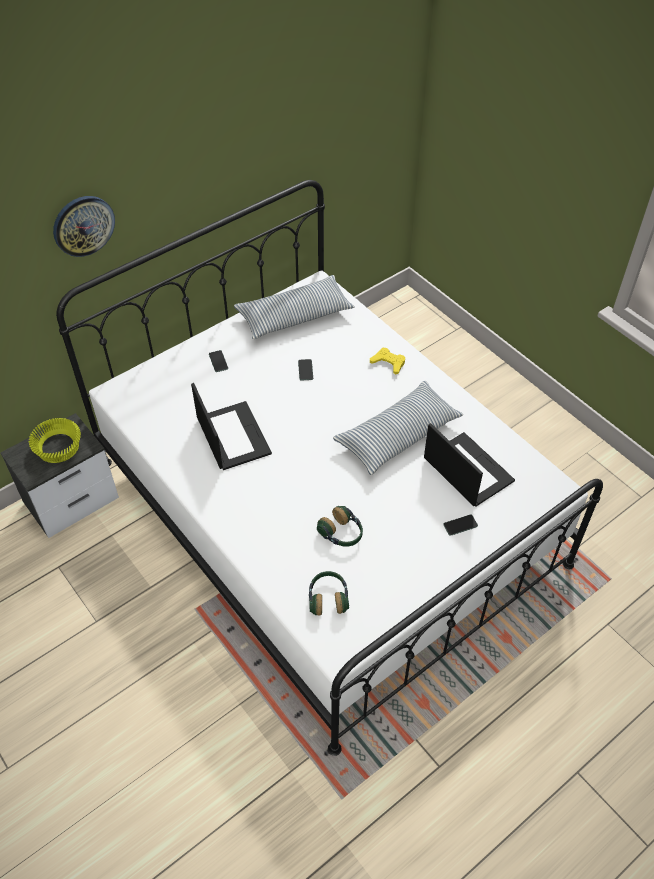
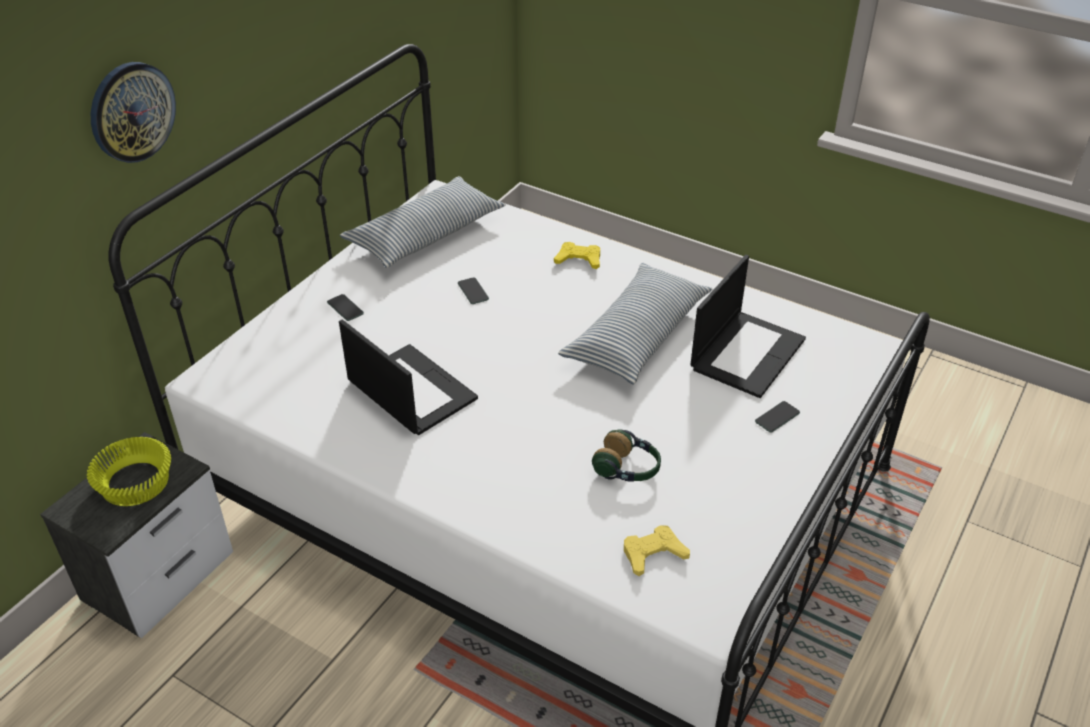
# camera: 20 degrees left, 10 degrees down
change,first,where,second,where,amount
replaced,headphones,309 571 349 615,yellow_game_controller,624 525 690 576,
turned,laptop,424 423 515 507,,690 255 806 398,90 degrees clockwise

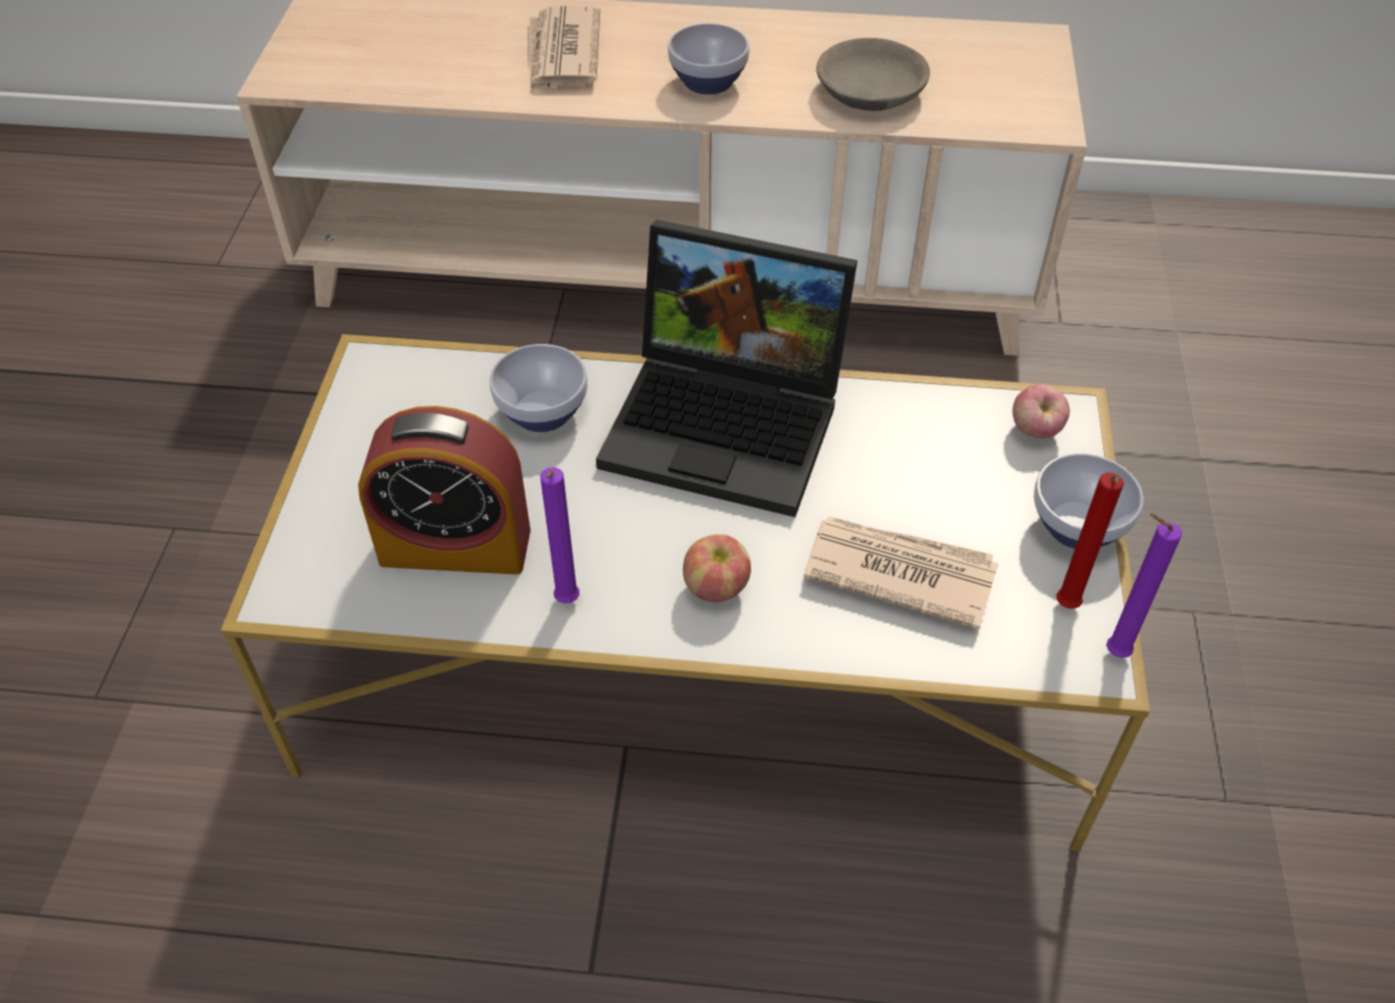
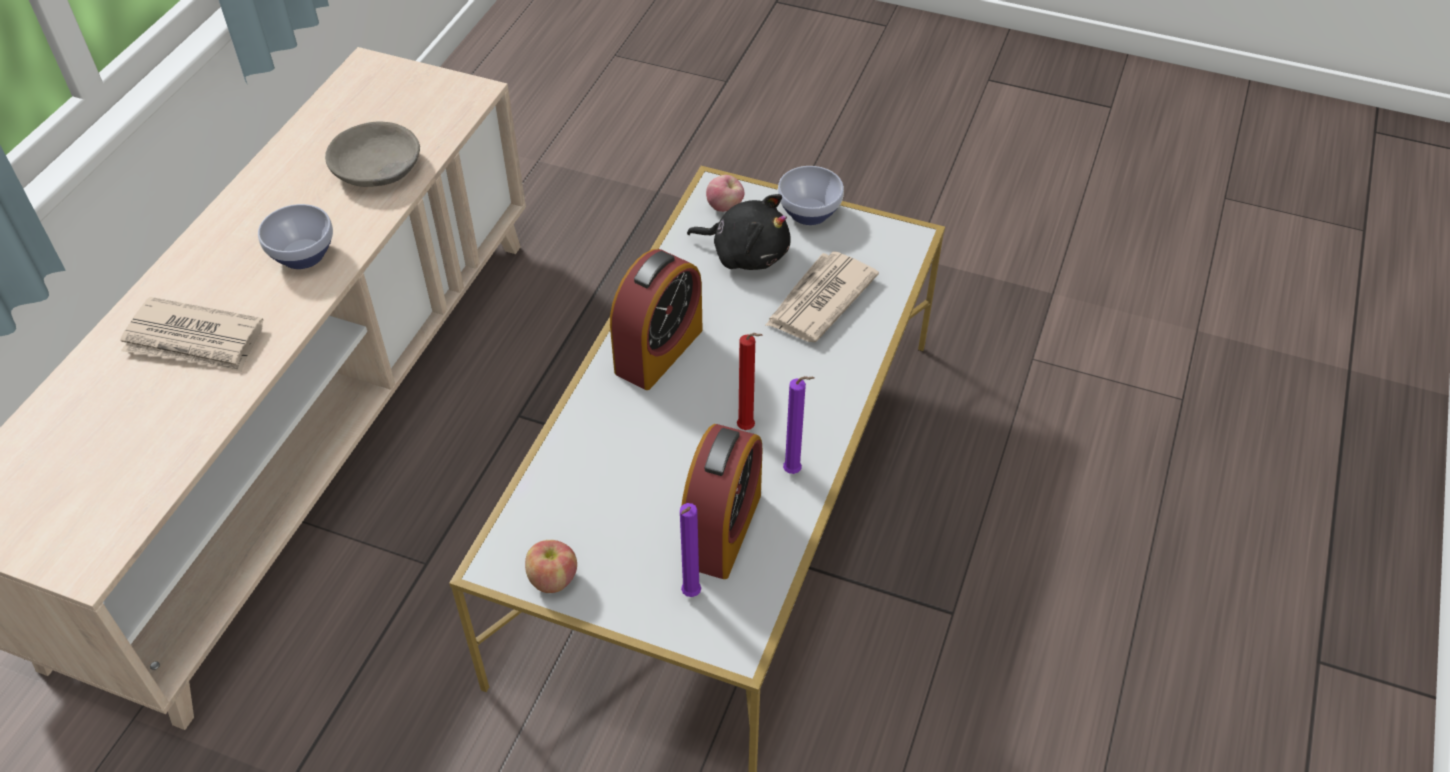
# camera: 75 degrees left, 0 degrees up
change,first,where,second,where,amount
moved,apple,683 534 751 602,,525 540 577 593,
replaced,laptop,596 220 858 517,alarm_clock,610 249 702 390,
moved,purple_candle,1106 513 1182 658,,680 503 701 597,
added,,,black_plush_toy,687 194 791 270,
moved,red_candle,1056 473 1124 609,,737 333 762 430,
removed,bowl,490 344 588 432,,,

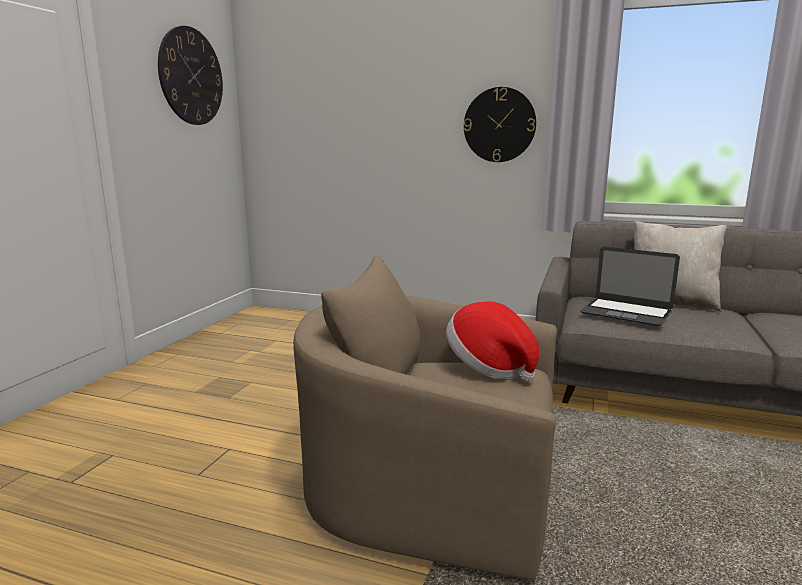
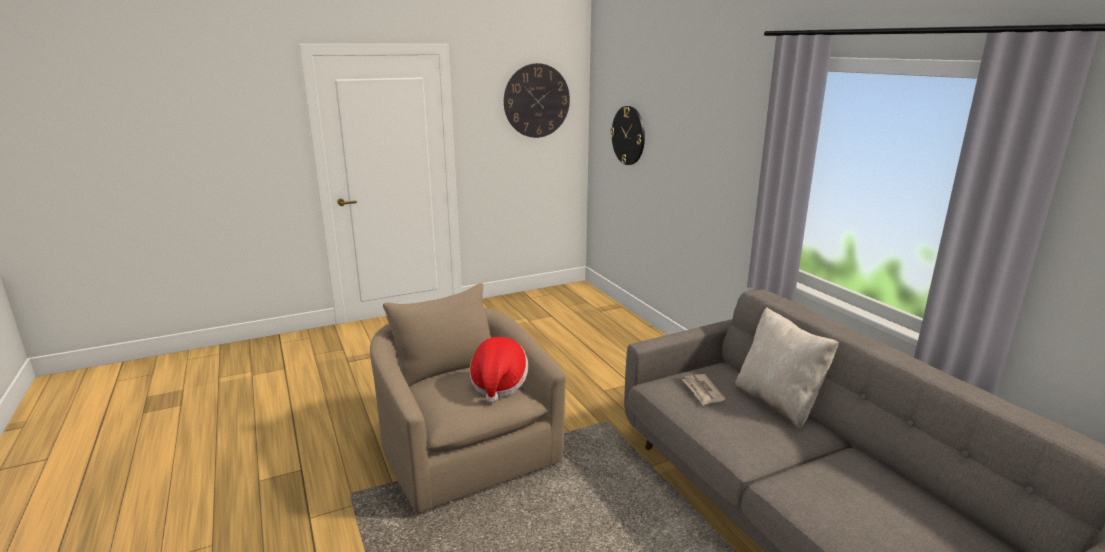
# camera: 45 degrees right, 5 degrees up
change,first,where,second,where,amount
moved,wall_clock,464 87 536 162,,610 106 645 165,
replaced,laptop,580 247 680 326,newspaper,682 374 725 406,

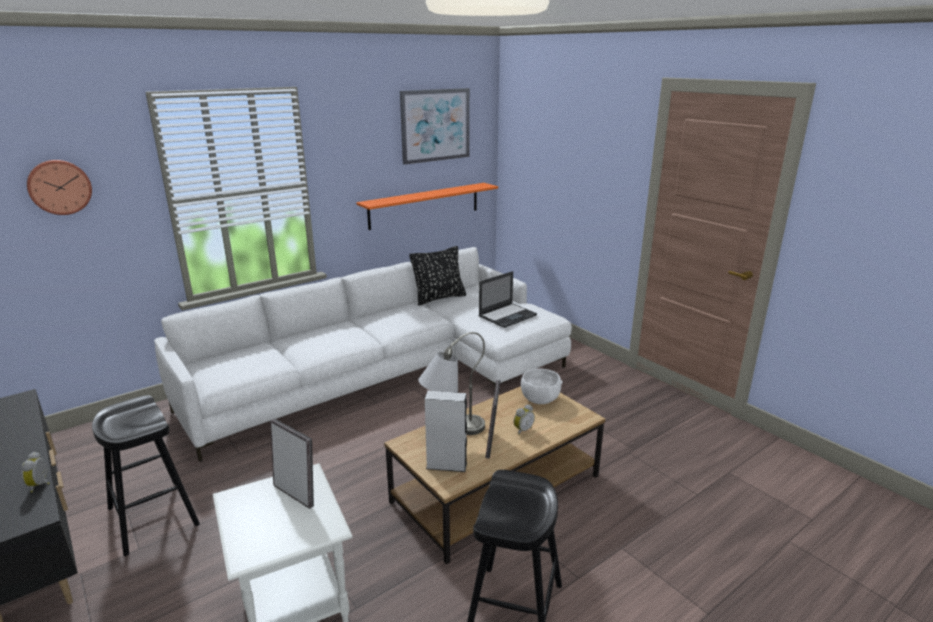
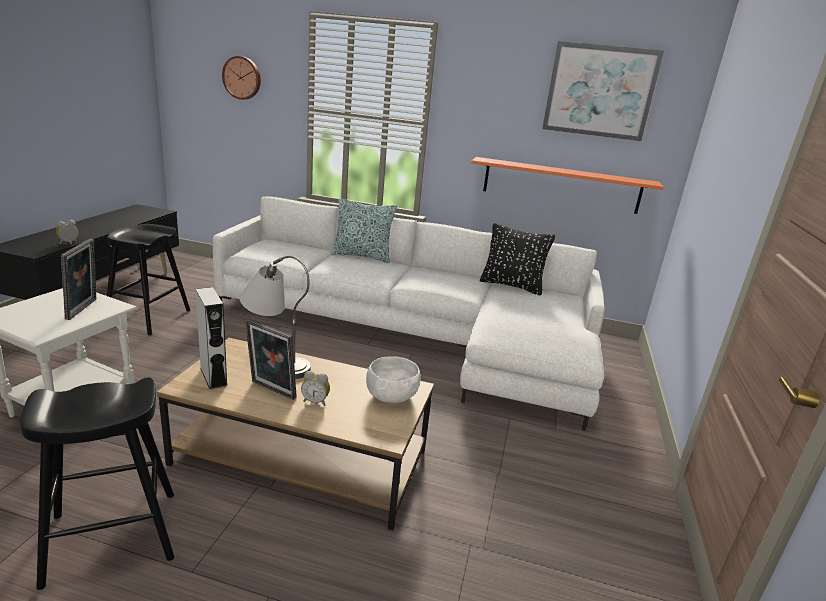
# camera: 50 degrees right, 0 degrees up
change,first,where,second,where,amount
turned,picture_frame,485 380 500 459,,245 319 297 400,60 degrees clockwise
added,,,pillow,331 199 397 263,
removed,laptop,478 271 537 328,,,

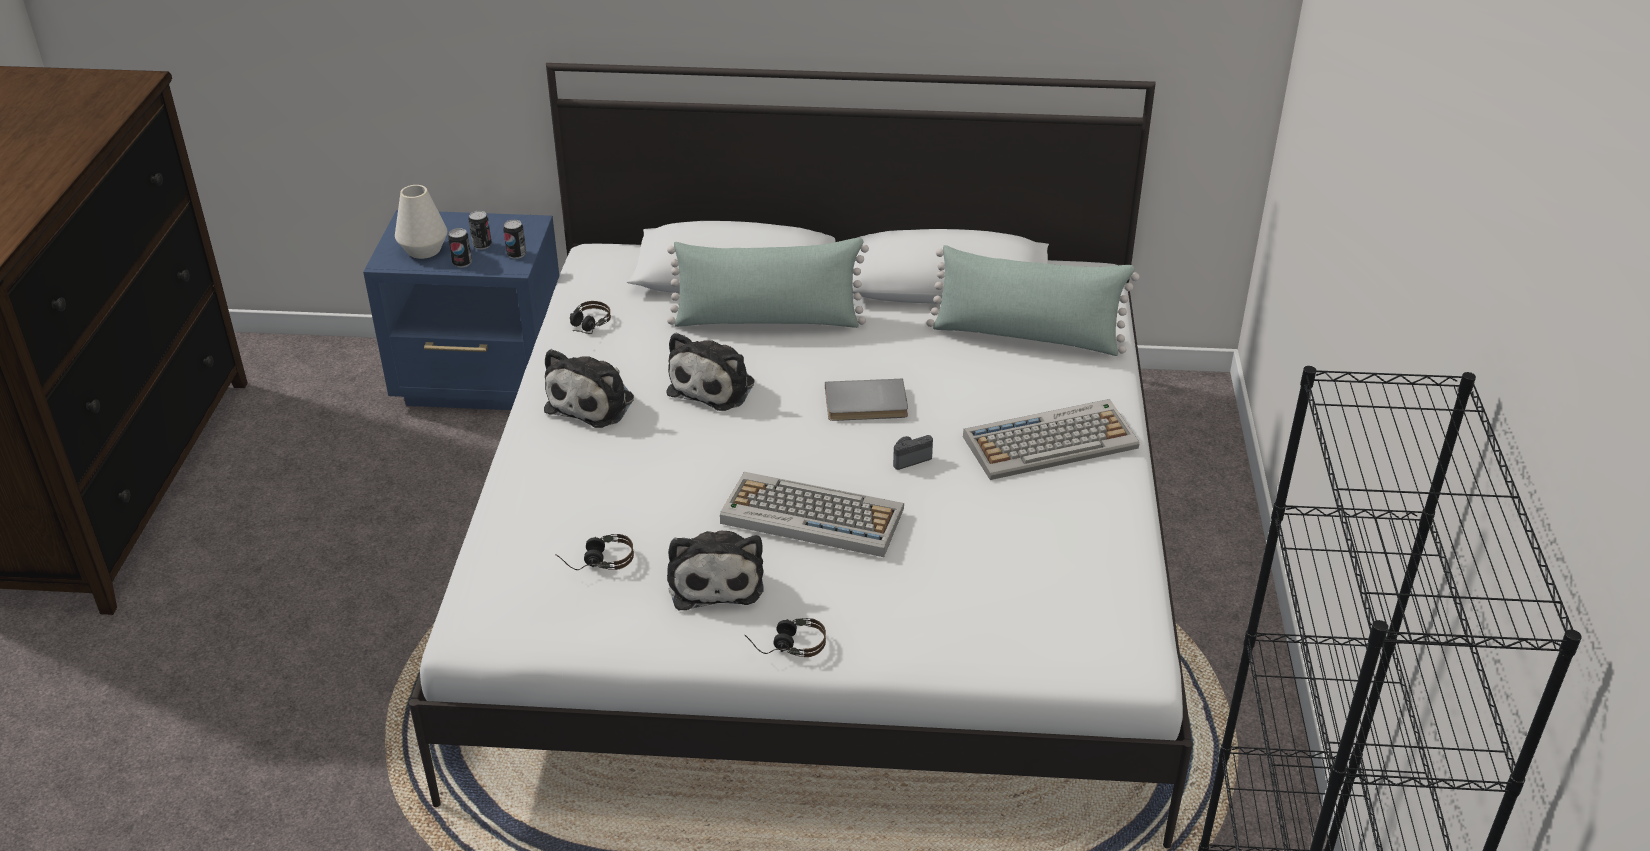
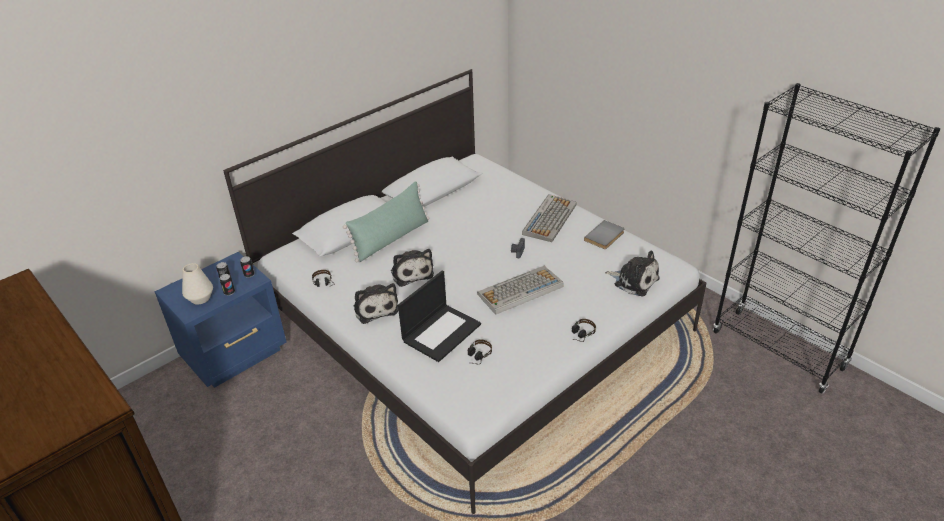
# camera: 45 degrees left, 0 degrees up
change,first,where,second,where,amount
added,,,laptop,398 271 481 362,
moved,grey_book,825 379 908 421,,584 220 625 249,
moved,plush_toy,667 530 764 610,,605 251 660 296,
removed,green_pillow,926 245 1140 356,,,

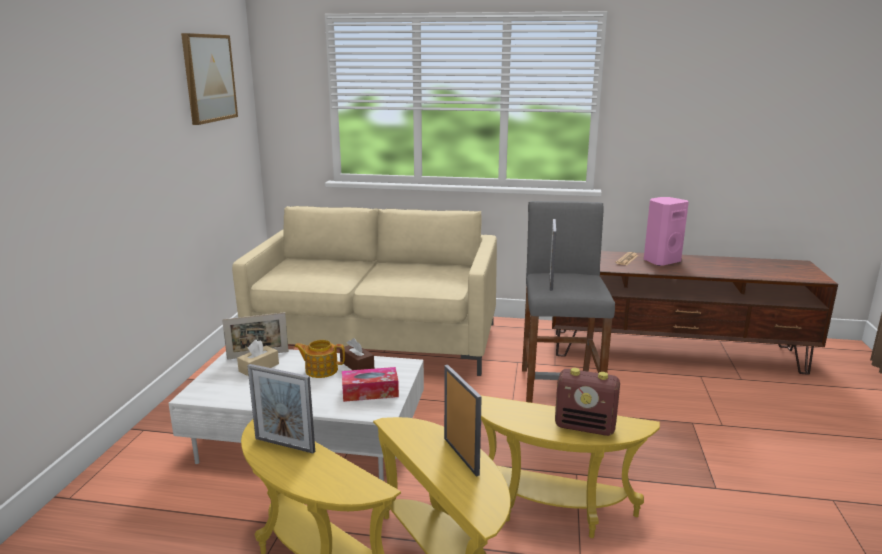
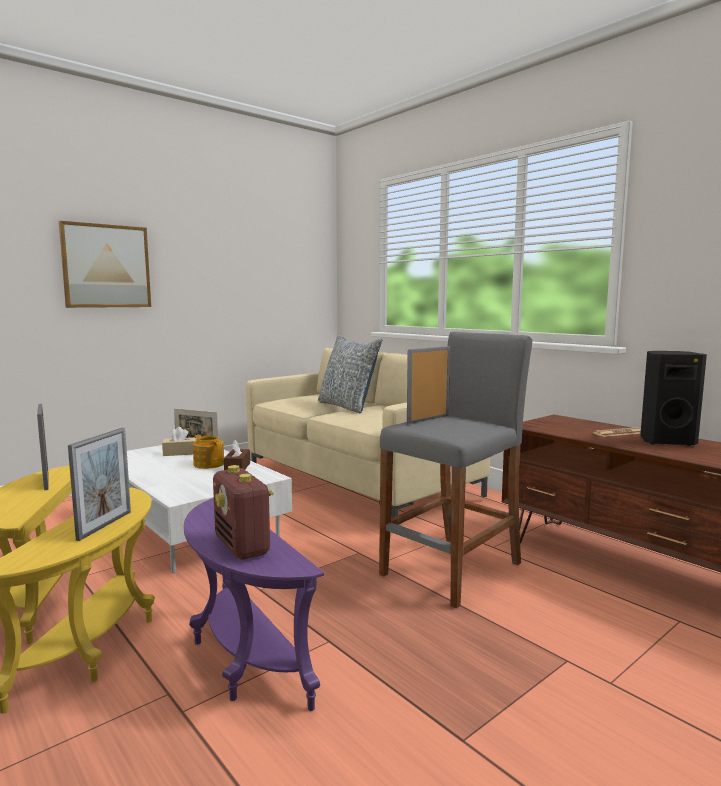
# camera: 40 degrees right, 10 degrees down
change,first,where,second,where,amount
moved,picture,181 33 238 125,,59 221 151 308,
recoloured,yellow_side_table,481 395 660 538,purple_side_table,184 498 324 711,
added,,,pillow,318 335 382 413,
recoloured,pink_speaker,644 197 689 266,black_speaker,640 351 707 446,
removed,tissue_box,342 367 399 402,,,

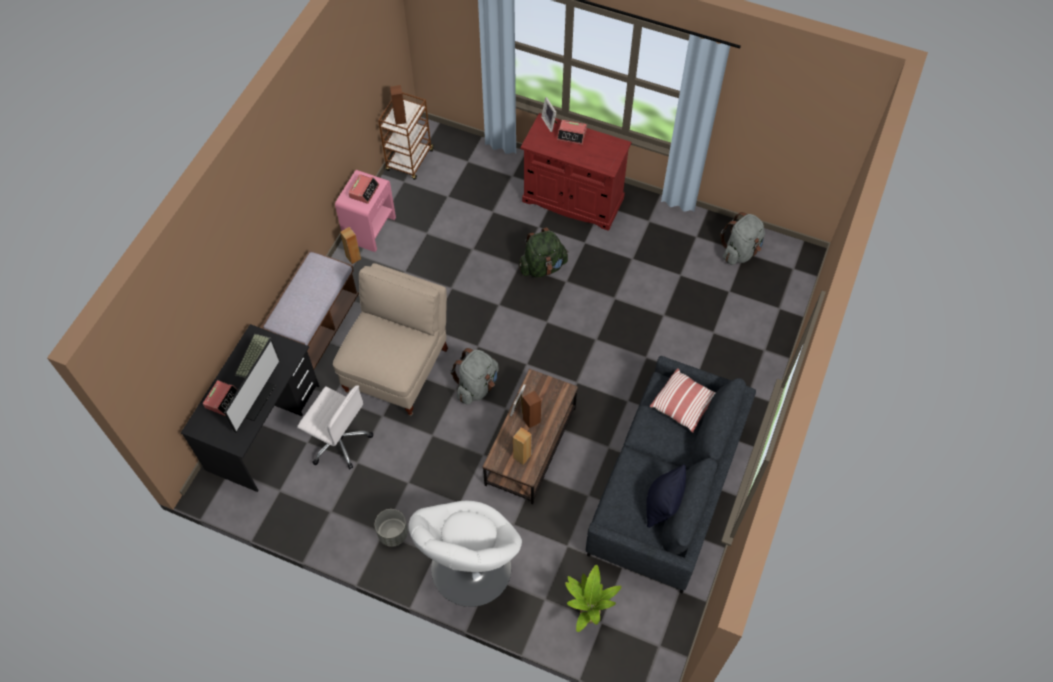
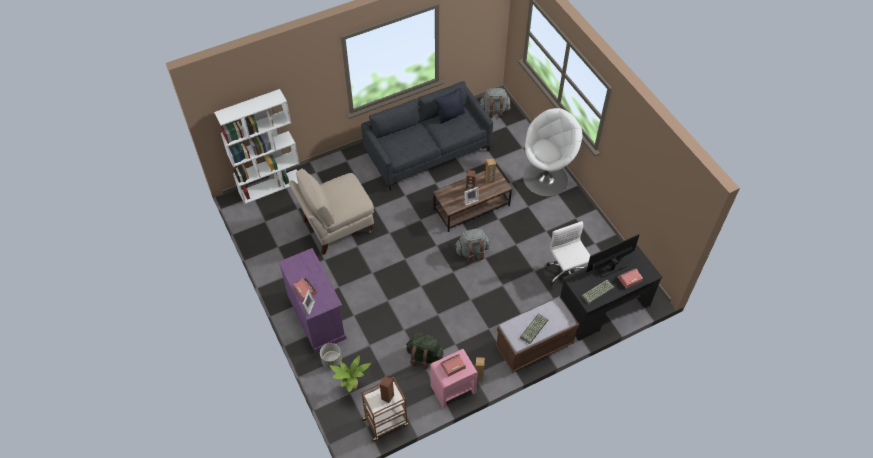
# camera: 140 degrees left, 5 degrees down
change,first,where,second,where,amount
added,,,white_bookcase,214 89 300 204,
recoloured,red_cabinet,521 113 632 231,purple_cabinet,279 248 347 353,
moved,beige_chair,333 263 448 416,,289 168 374 255,
moved,grey_planter,375 509 408 547,,320 343 342 369,
moved,potted_plant,565 565 622 632,,329 355 371 392,
moved,green_backpack,519 227 568 278,,406 333 443 369,
moved,grey_backpack,720 212 765 265,,480 88 511 118,
added,,,keyboard,520 313 549 344,
removed,pillow,650 368 715 433,,,

